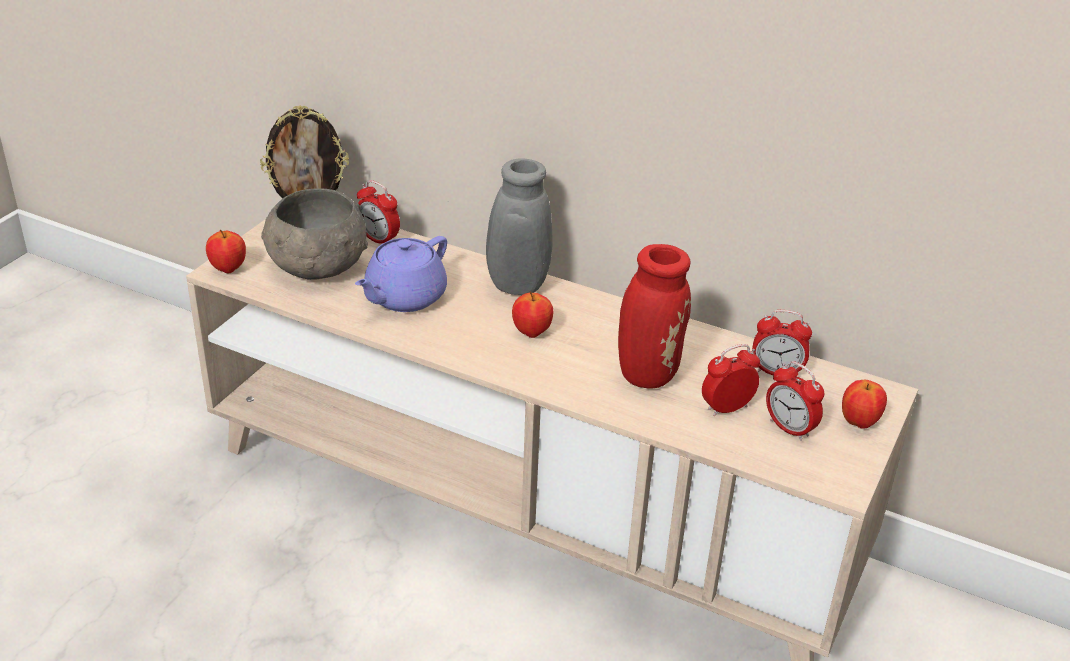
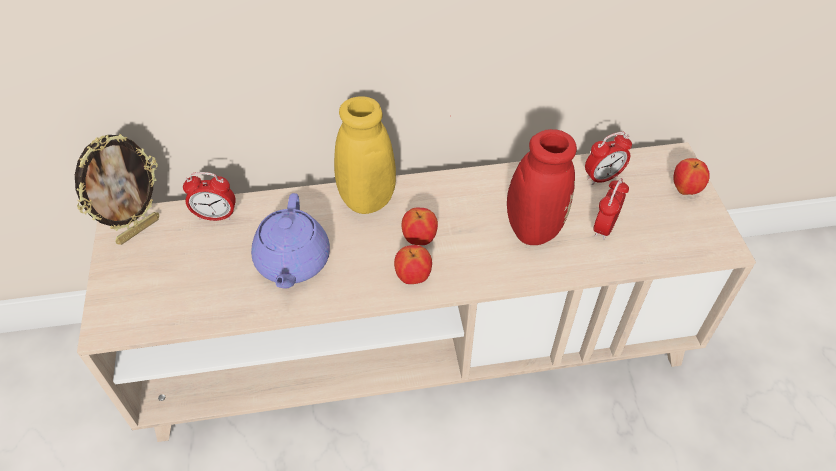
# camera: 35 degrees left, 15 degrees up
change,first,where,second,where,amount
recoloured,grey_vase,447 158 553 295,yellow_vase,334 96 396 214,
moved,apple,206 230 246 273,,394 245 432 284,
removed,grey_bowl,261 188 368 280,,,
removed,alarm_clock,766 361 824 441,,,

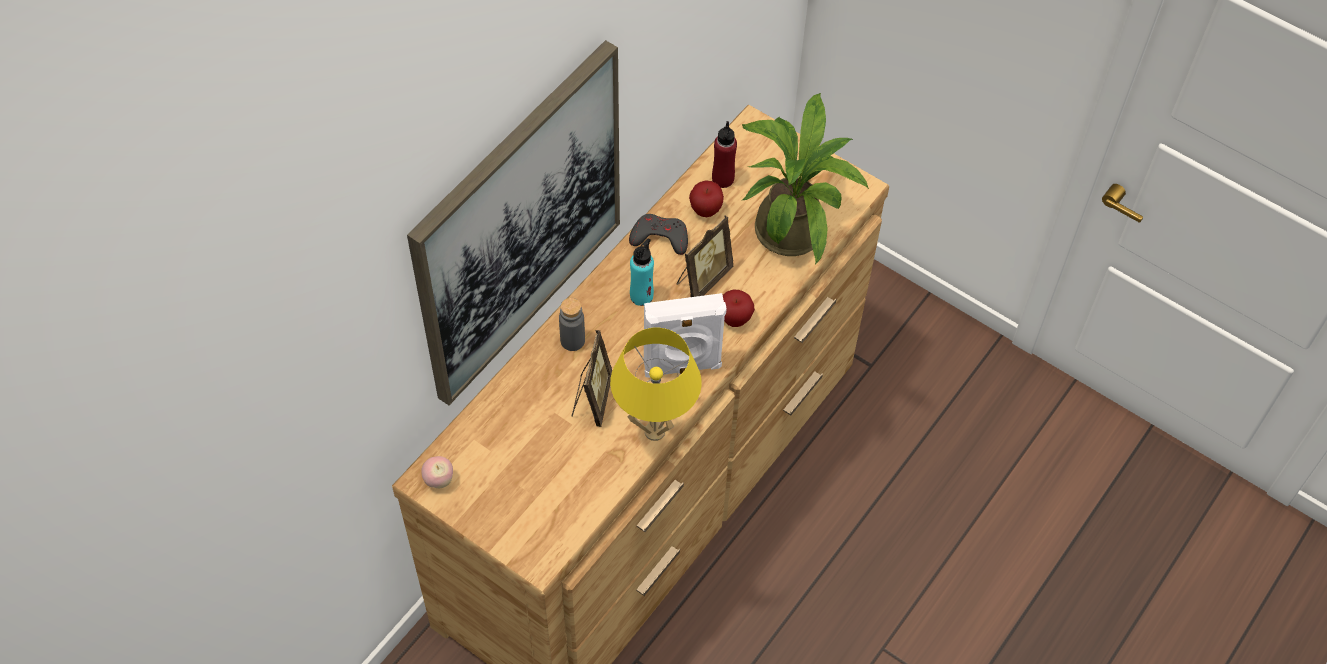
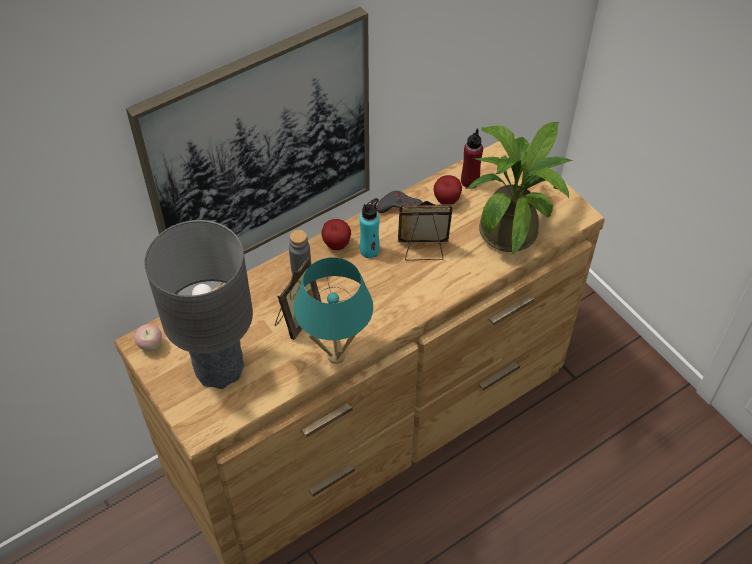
# camera: 20 degrees right, 5 degrees down
change,first,where,second,where,amount
added,,,grey_table_lamp,144 220 253 389,
recoloured,yellow_table_lamp,610 327 702 441,turquoise_table_lamp,294 257 373 364,
moved,apple,723 289 755 327,,322 219 351 250,
turned,picture_frame,677 216 733 297,,398 201 453 261,150 degrees counterclockwise
removed,white_speaker,644 293 727 378,,,

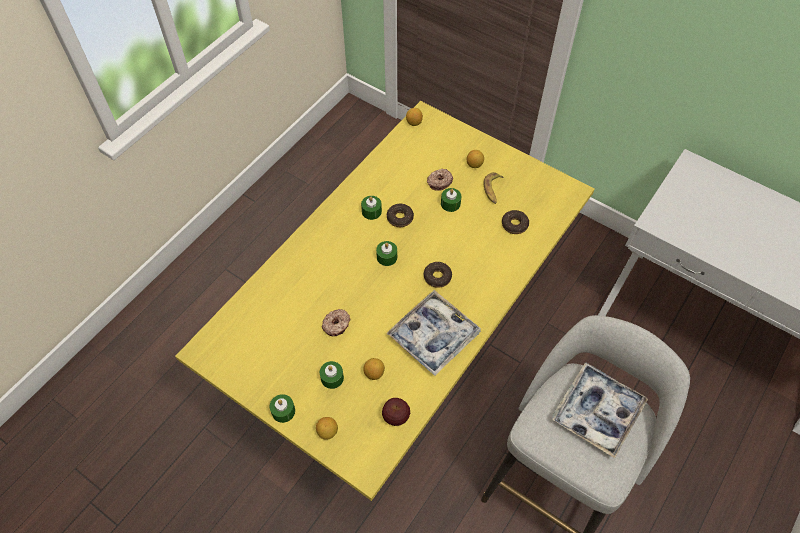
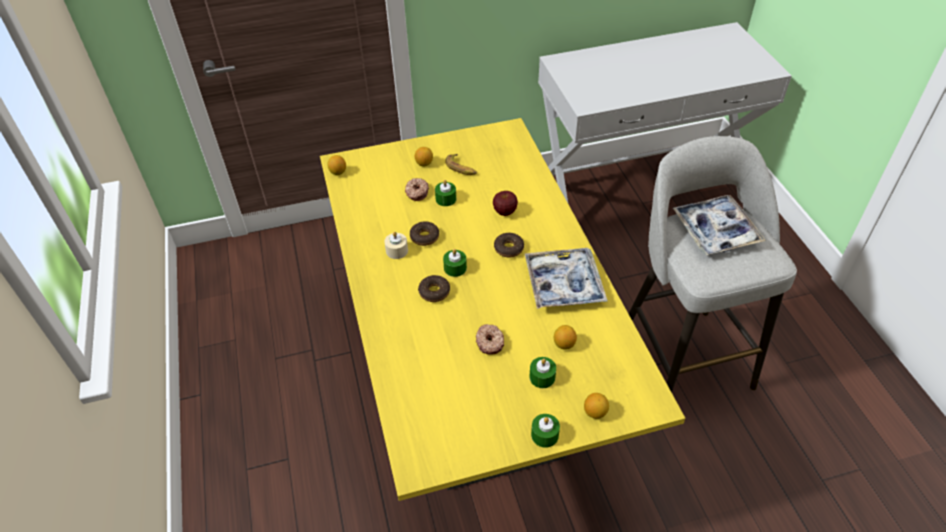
# camera: 50 degrees left, 10 degrees down
change,first,where,second,where,amount
recoloured,green_candle,361 196 382 220,beige_candle,384 232 408 259,
moved,donut,502 210 529 234,,418 275 450 302,
moved,apple,382 398 410 426,,493 191 518 216,

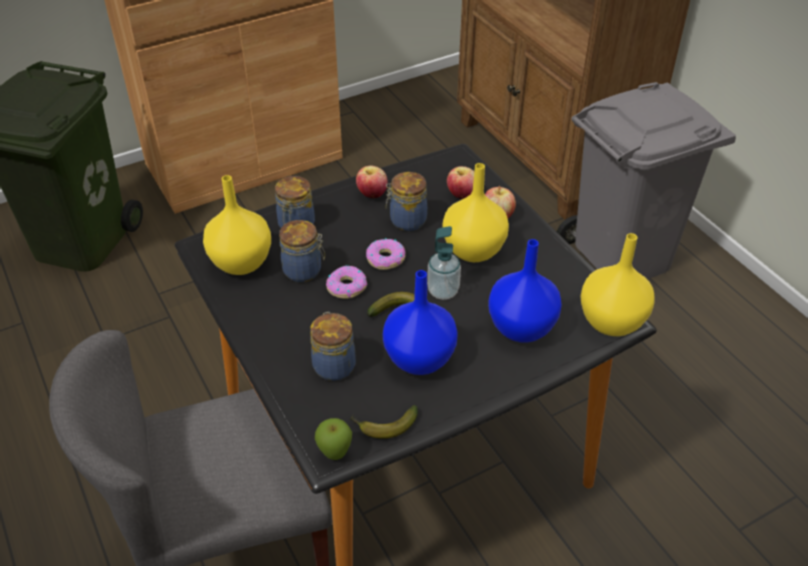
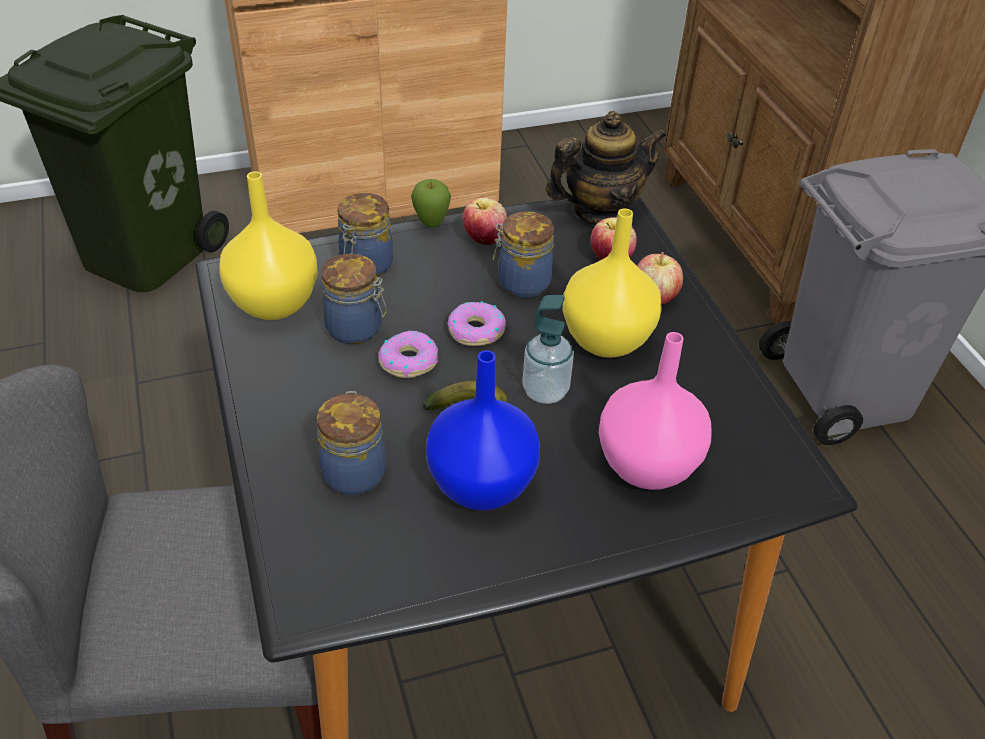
# camera: 10 degrees right, 0 degrees up
change,first,where,second,where,amount
moved,apple,315 418 352 460,,411 179 451 228,
added,,,teapot,546 111 667 225,
recoloured,blue_vase,488 239 562 343,pink_vase,599 332 712 490,
removed,banana,350 405 418 439,,,
removed,yellow_vase,580 233 655 336,,,

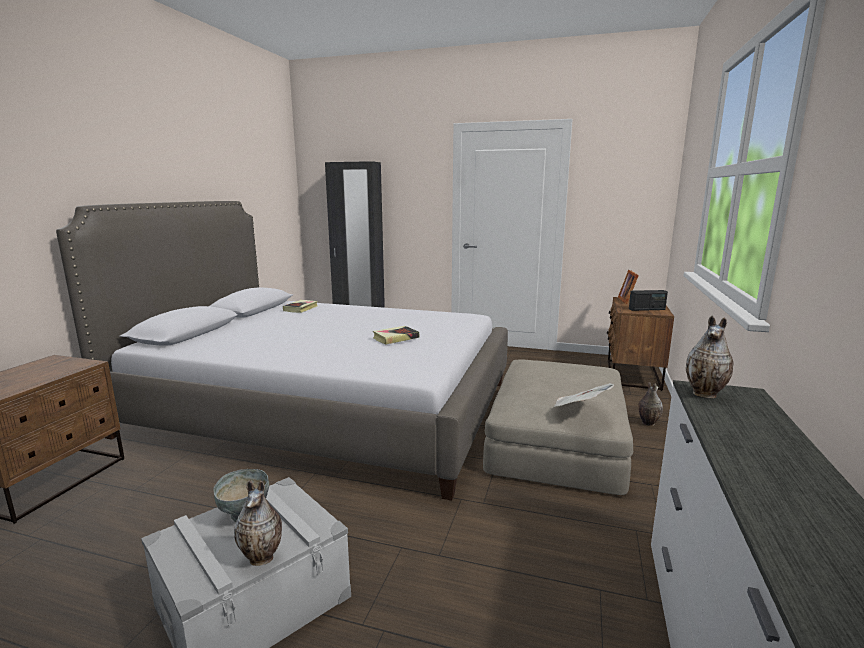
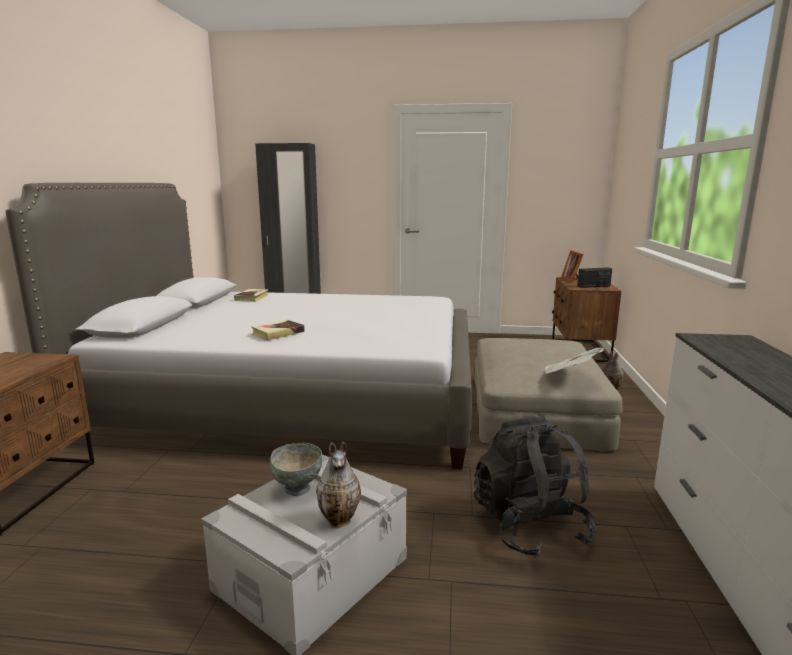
# camera: 10 degrees left, 0 degrees up
change,first,where,second,where,amount
moved,book,373 326 419 345,,252 320 305 341,
added,,,black_backpack,474 416 596 558,
removed,vase,686 315 734 398,,,

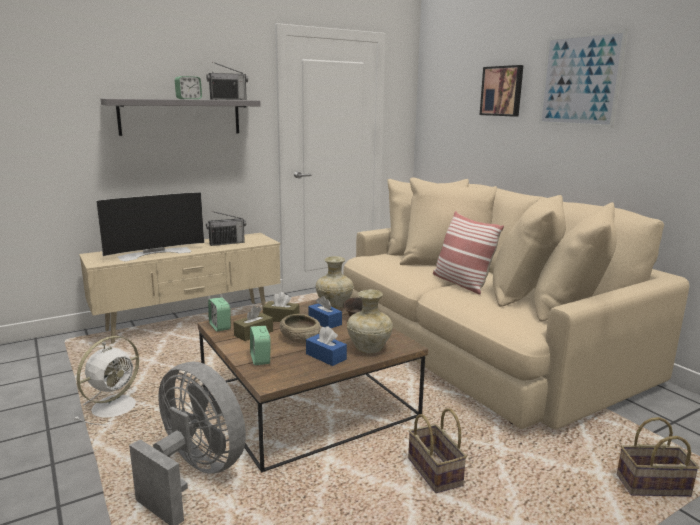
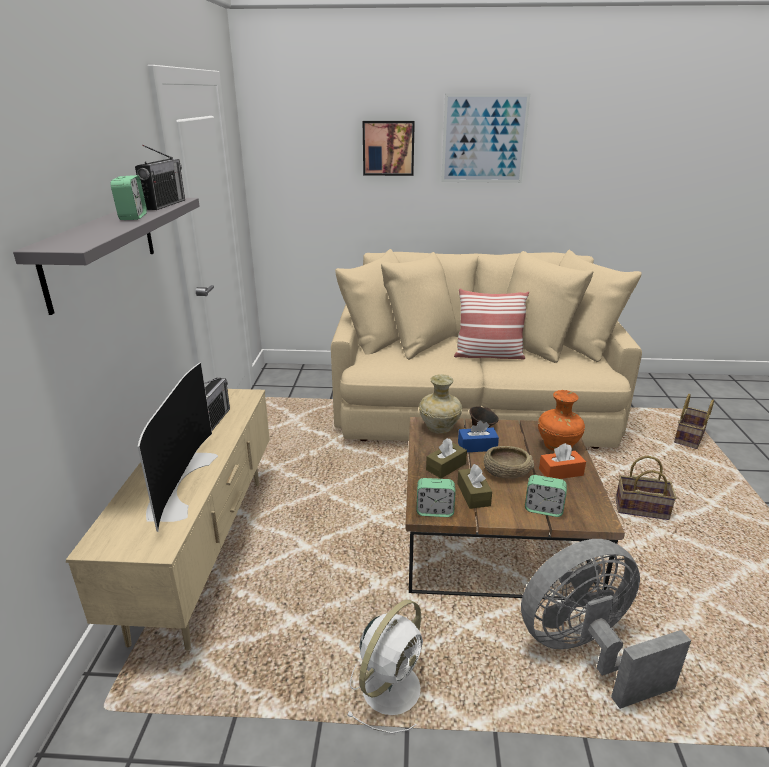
# camera: 55 degrees left, 10 degrees up
change,first,where,second,where,amount
turned,white_fan,75 336 139 425,,346 600 423 734,60 degrees clockwise
recoloured,beige_vase,347 289 393 354,orange_vase,538 390 585 451,
recoloured,blue_tissue_box,306 326 347 366,orange_tissue_box,539 443 586 479,

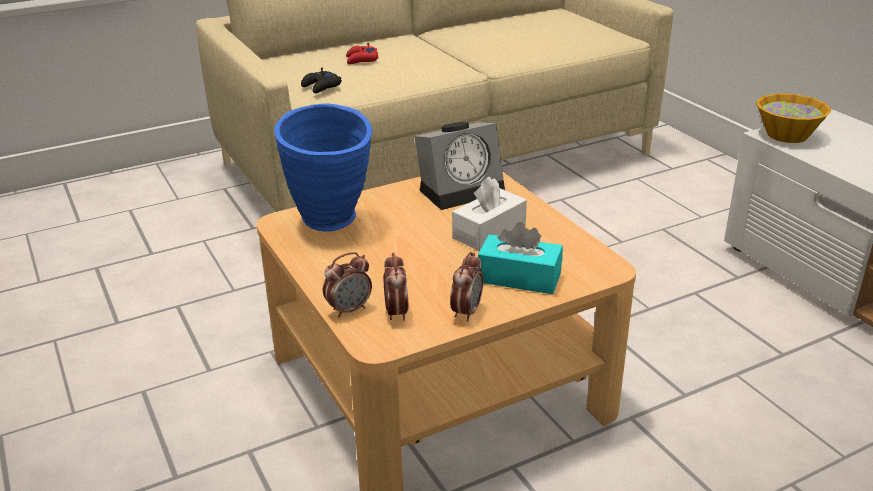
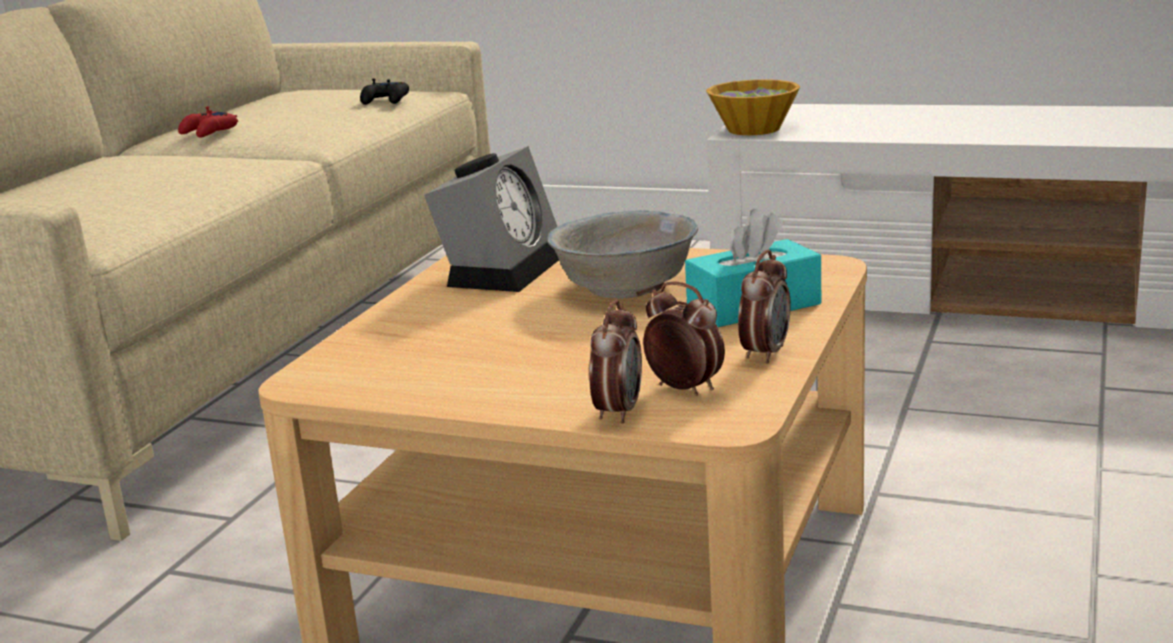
# camera: 40 degrees left, 10 degrees down
change,first,where,second,where,amount
moved,red_game_controller,346 43 378 64,,178 107 238 138,
moved,black_game_controller,301 68 342 93,,360 78 409 105,
replaced,white_tissue_box,452 176 527 251,white_bowl,547 210 698 298,
turned,alarm_clock,450 252 483 322,,738 250 791 364,45 degrees clockwise
removed,blue_vase,274 104 372 232,,,

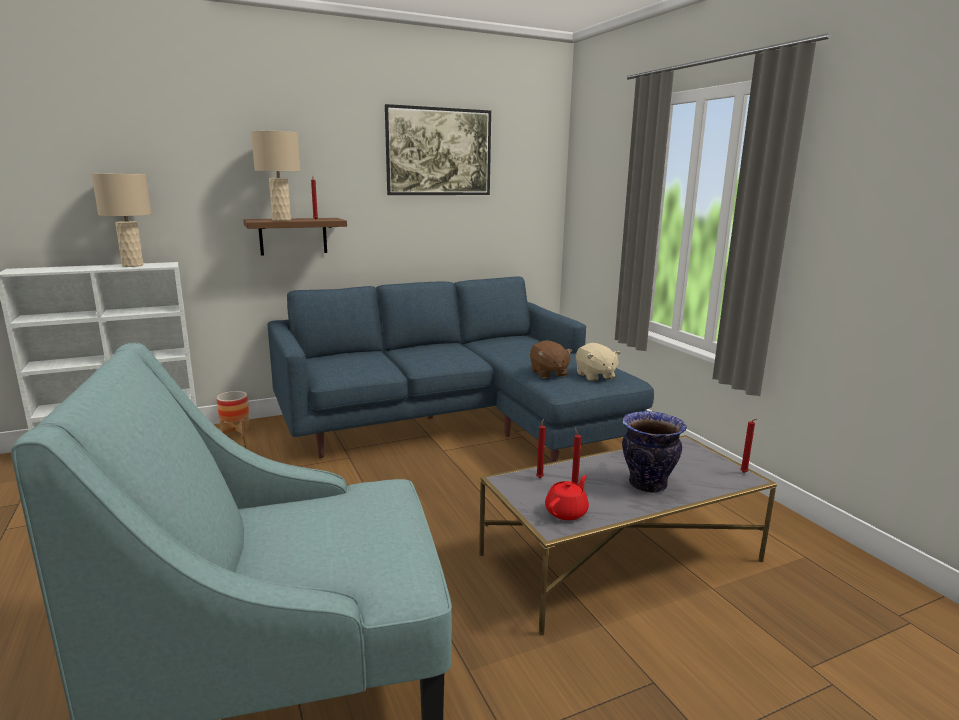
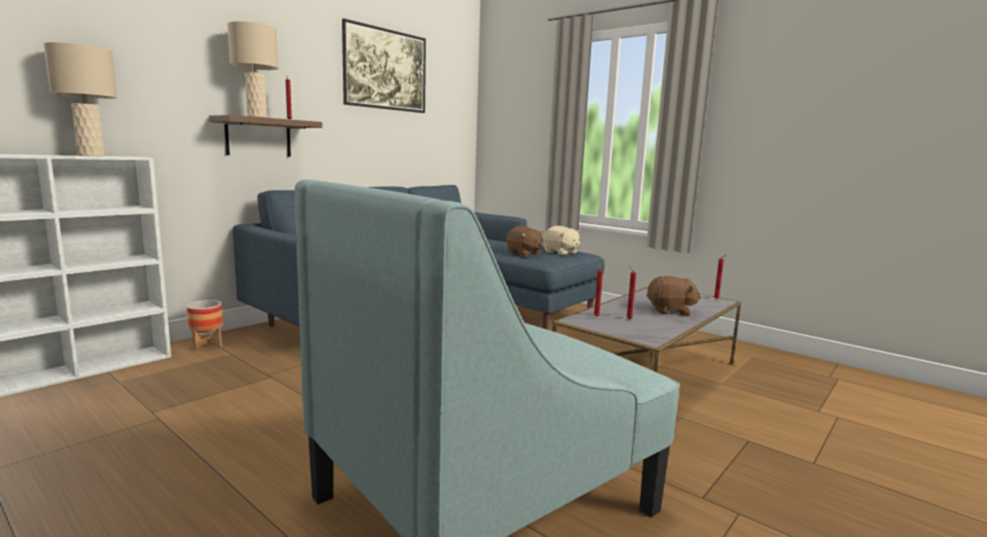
# camera: 25 degrees left, 5 degrees down
change,first,where,second,where,amount
replaced,vase,622 411 687 493,brown_plush_toy,646 276 701 315,
removed,red_teapot,545 475 589 520,,,

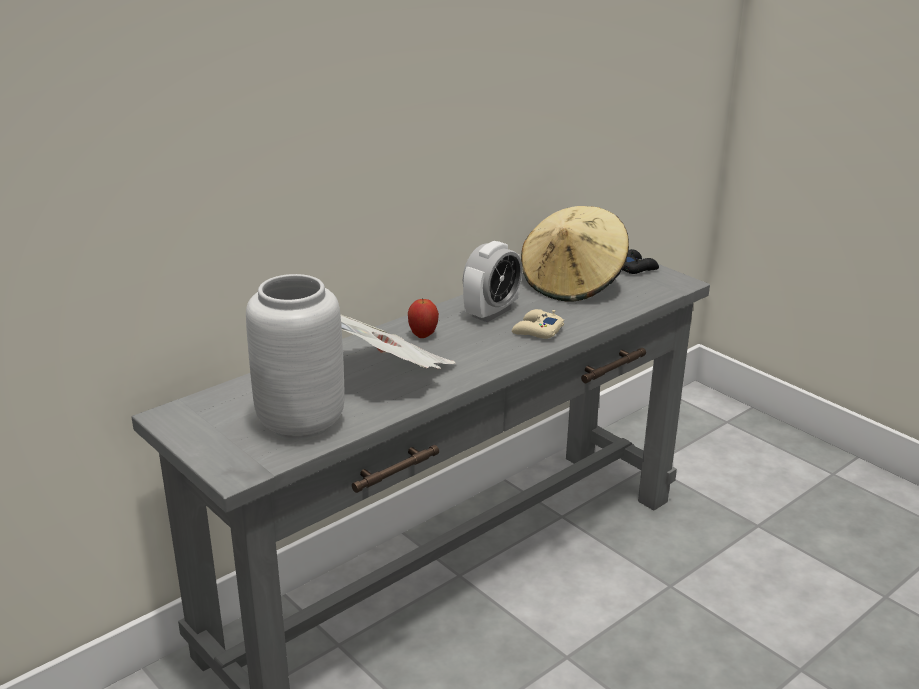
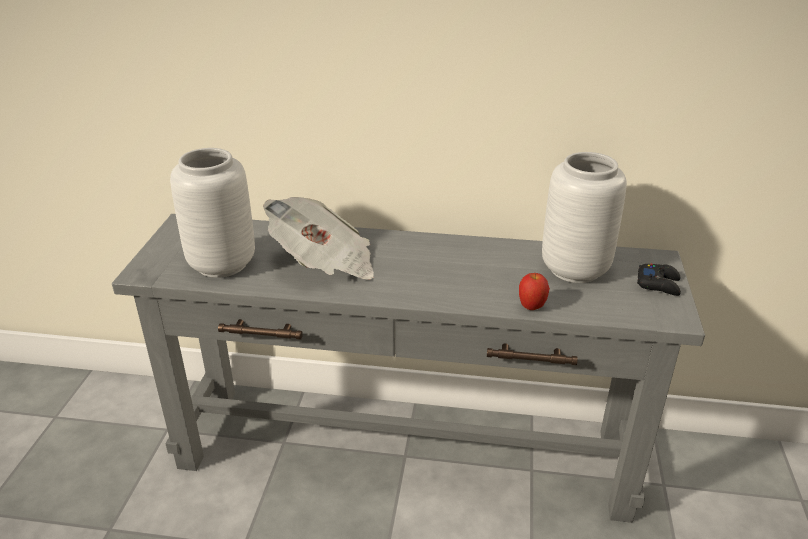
# camera: 50 degrees right, 5 degrees up
change,first,where,second,where,amount
moved,apple,408 298 439 338,,519 273 550 310,
replaced,beige_hat,521 206 629 301,grey_vase,542 152 627 283,
removed,alarm_clock,463 241 522 322,,,
removed,beige_game_controller,512 309 564 339,,,

